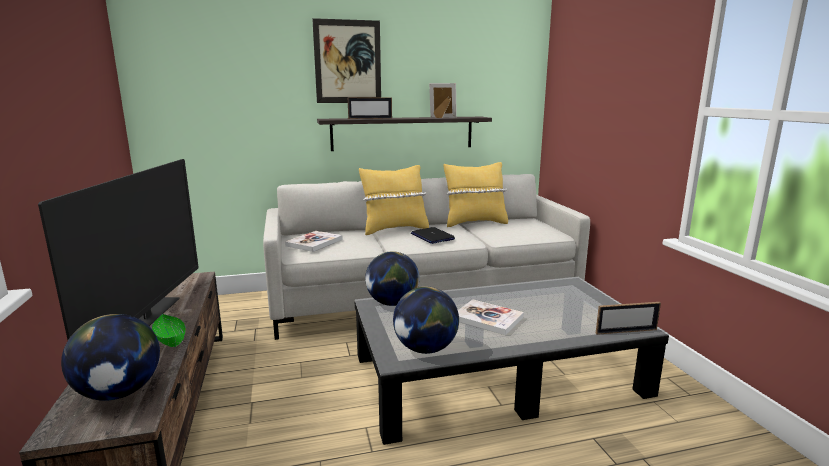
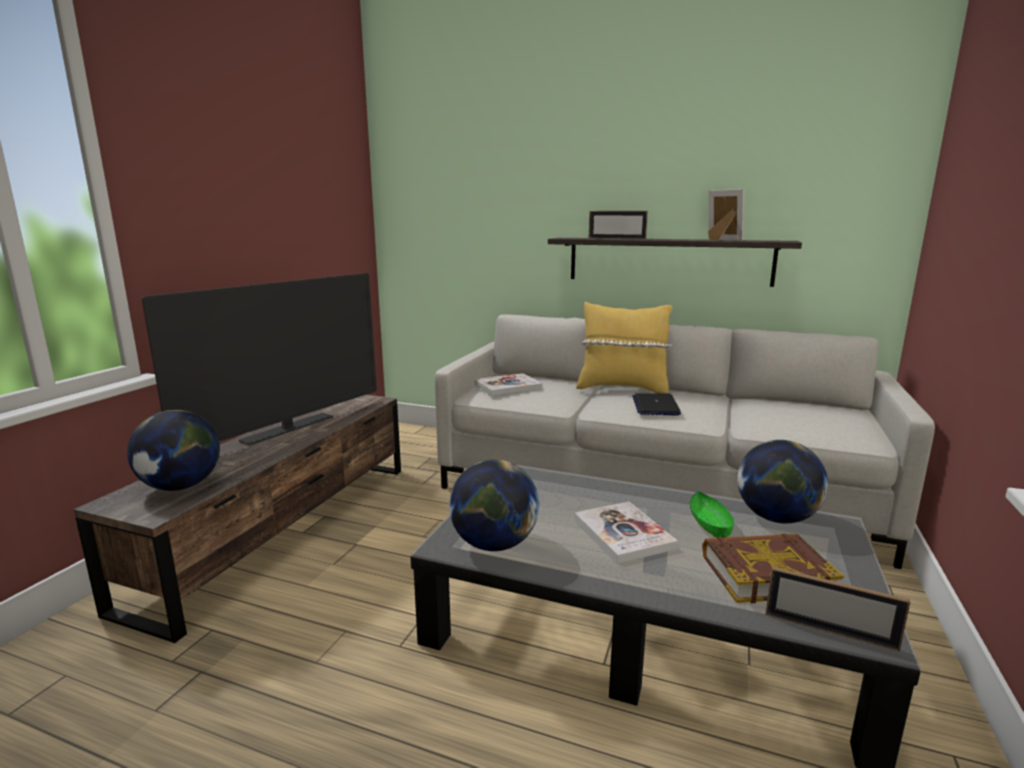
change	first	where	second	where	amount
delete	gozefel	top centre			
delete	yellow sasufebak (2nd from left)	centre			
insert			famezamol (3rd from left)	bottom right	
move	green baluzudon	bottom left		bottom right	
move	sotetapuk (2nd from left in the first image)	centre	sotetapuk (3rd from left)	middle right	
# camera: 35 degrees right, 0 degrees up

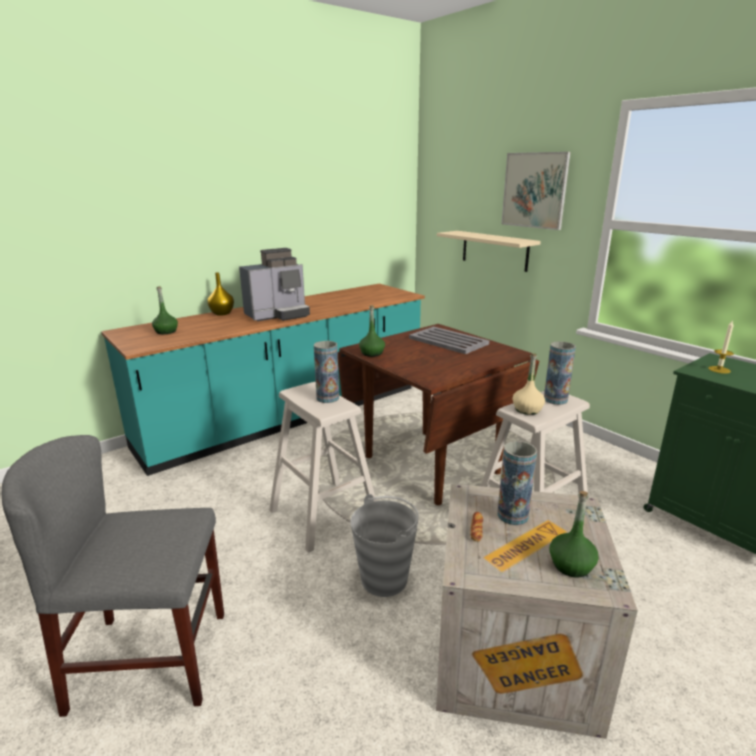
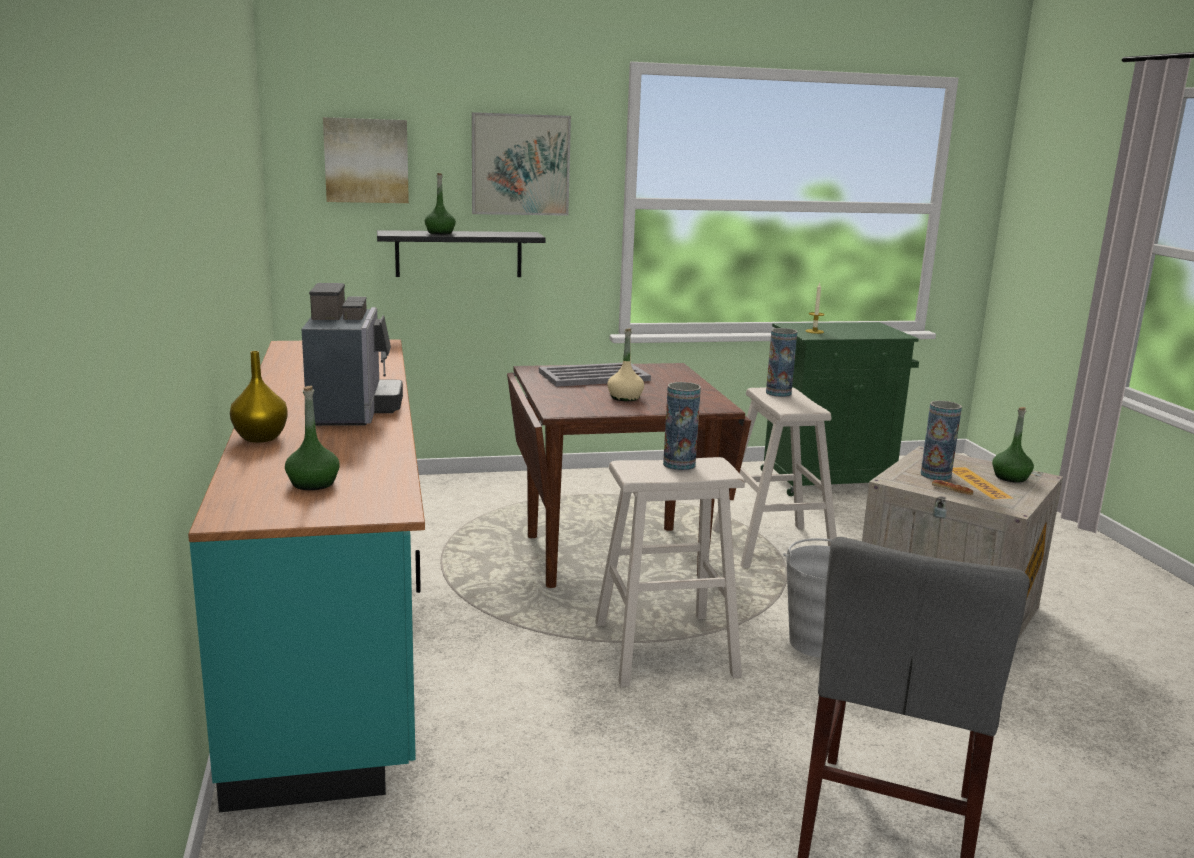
change	first	where	second	where	amount
insert			gozefel (1st from left)	top left	
move	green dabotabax (2nd from left)	centre		top centre	
move	beige dabotabax	middle right		centre	
recolor	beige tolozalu	top centre	black tolozalu	top centre	
# camera: 65 degrees left, 5 degrees down

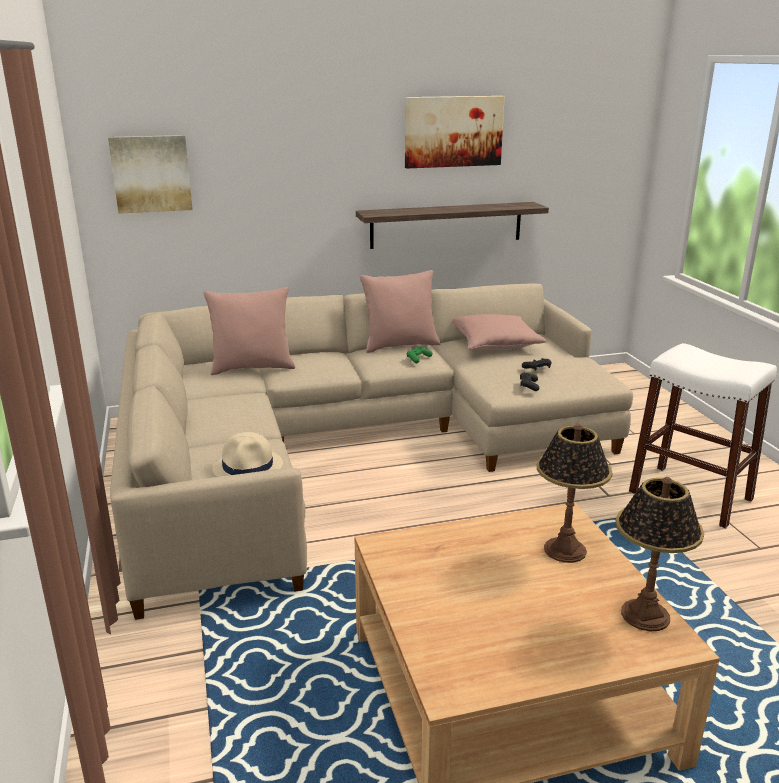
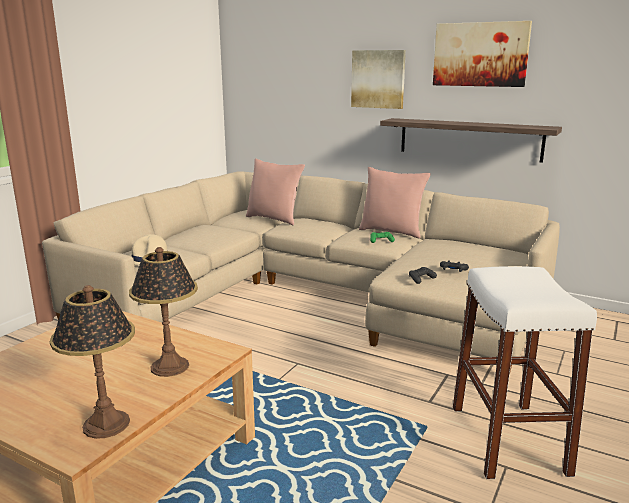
change	first	where	second	where	amount
delete	pink sasufebak (3rd from left)	centre			
move	gozefel (1st from left)	top left		top centre	
# camera: 45 degrees right, 5 degrees down

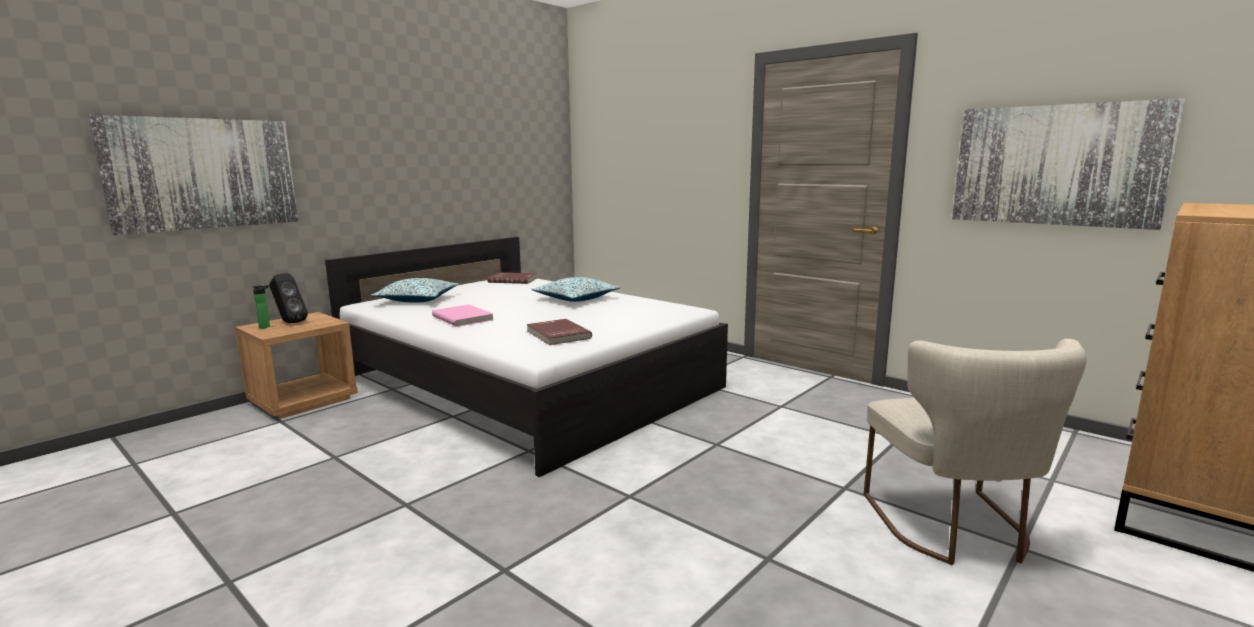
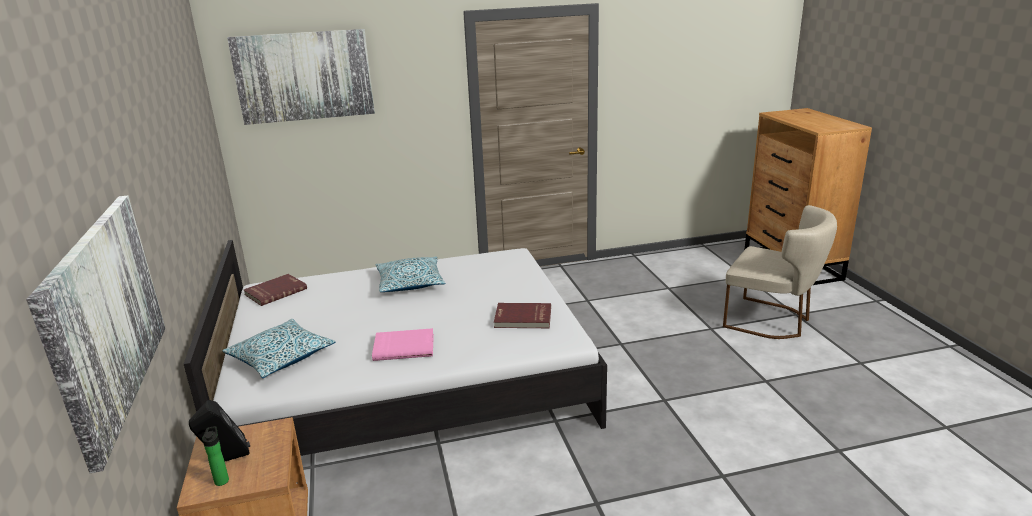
change	first	where	second	where	amount
move	gozefel (2nd from left)	top right		top left	
# camera: 55 degrees left, 10 degrees up

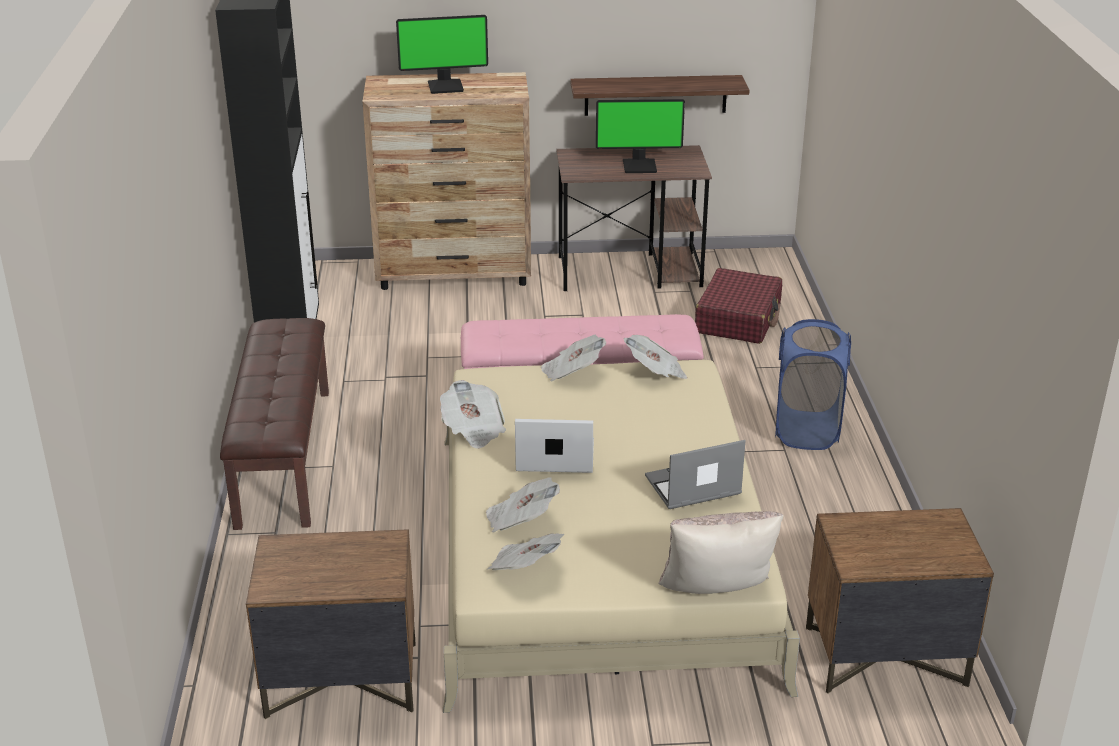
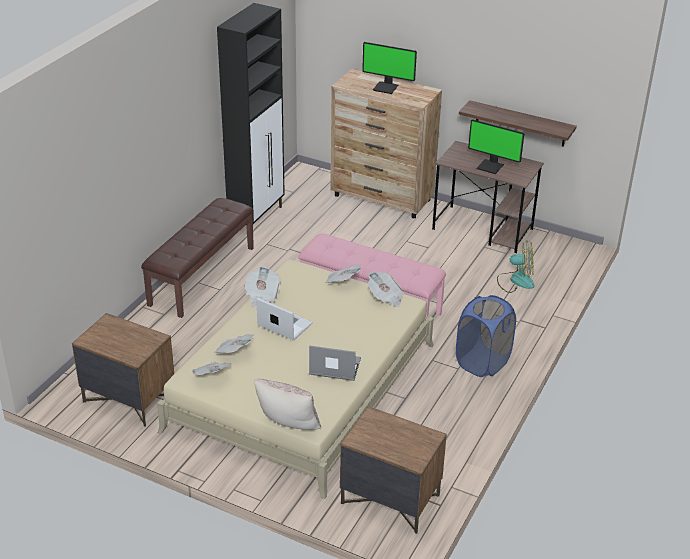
change	first	where	second	where	amount
replace	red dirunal	centre	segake	middle right	
# camera: 30 degrees right, 5 degrees up

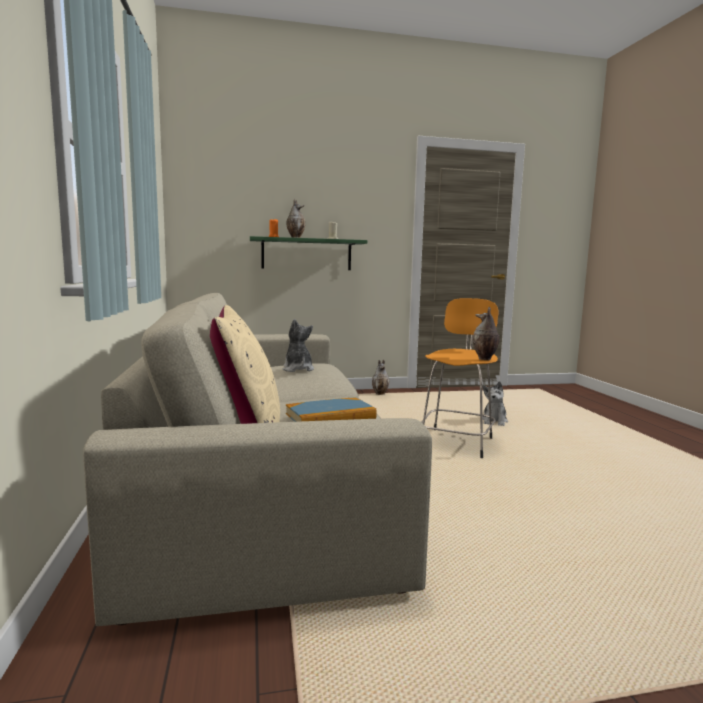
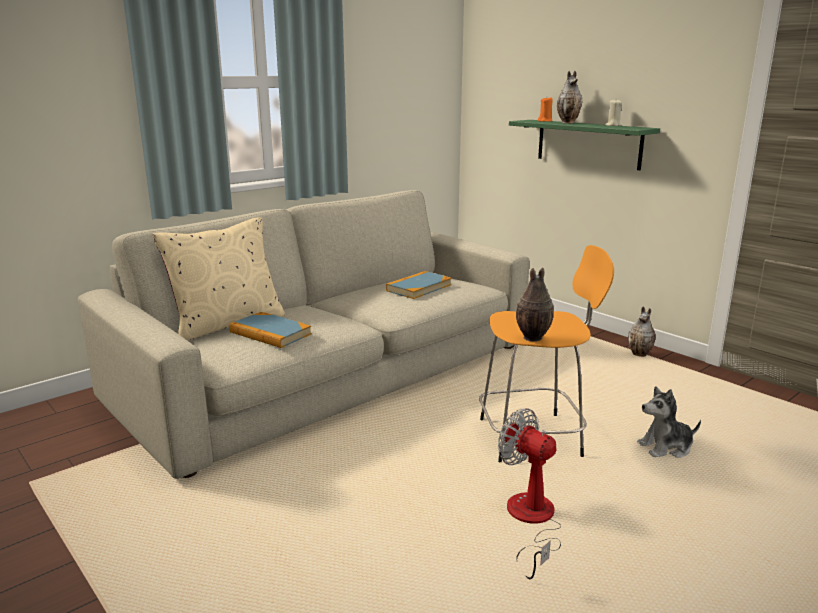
change	first	where	second	where	amount
insert			segake	bottom centre	
replace	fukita (1st from left)	centre	famezamol (2nd from left)	centre	
# camera: 60 degrees right, 10 degrees up

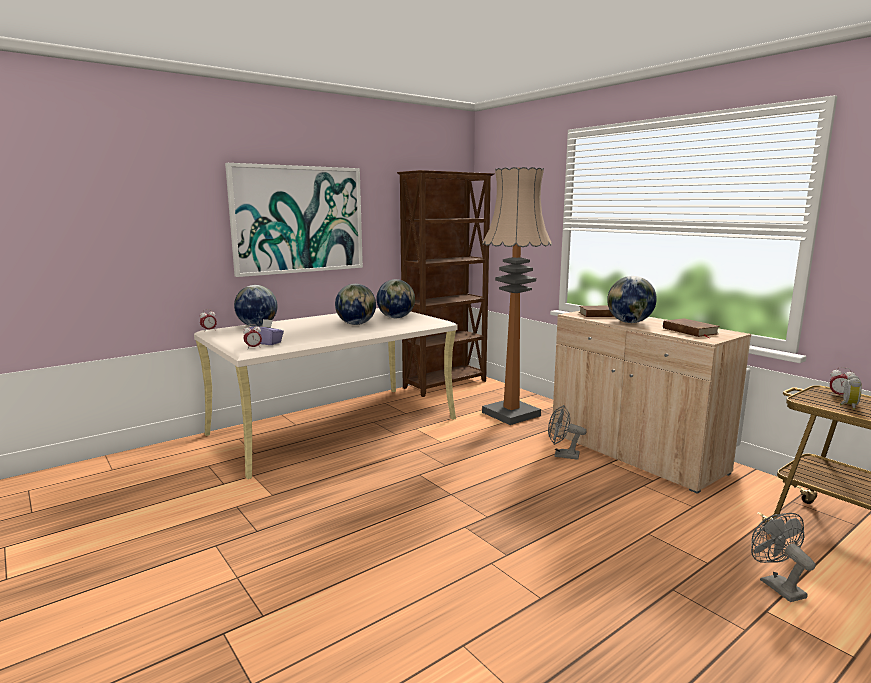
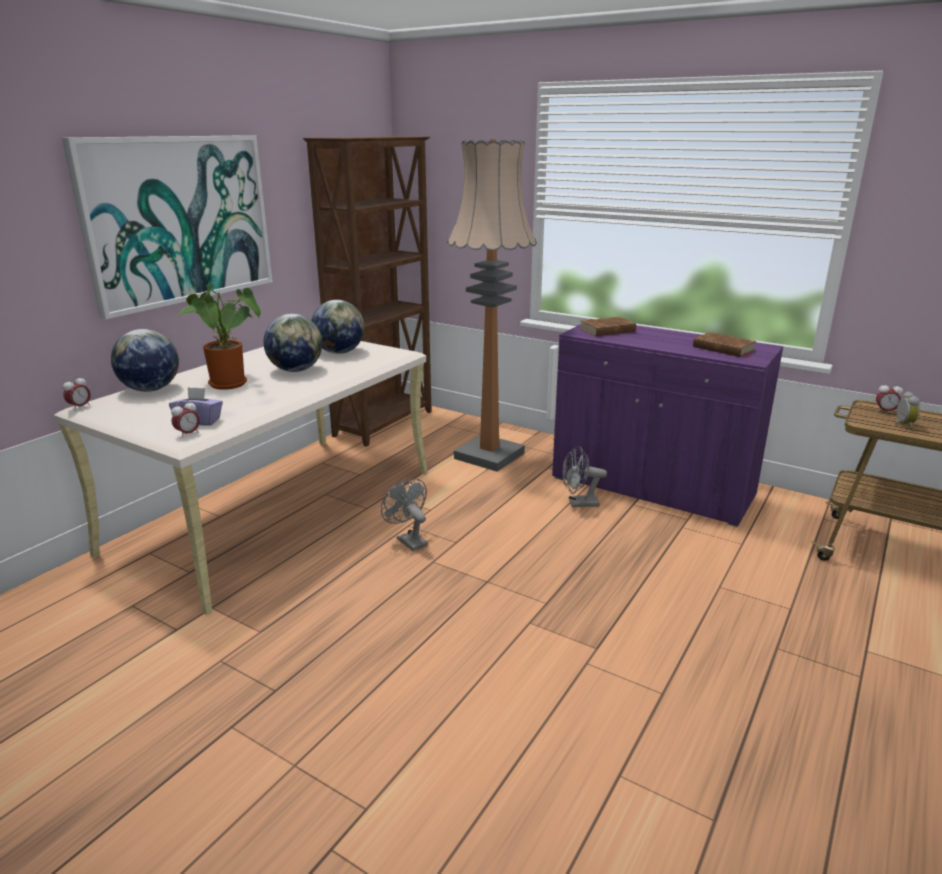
change	first	where	second	where	amount
delete	sotetapuk (4th from left)	middle right			
insert			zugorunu	middle left	
move	grey segake (2nd from left in the first image)	bottom right	grey segake (1st from left)	centre	
recolor	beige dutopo	middle right	purple dutopo	middle right	
# camera: 20 degrees left, 10 degrees up

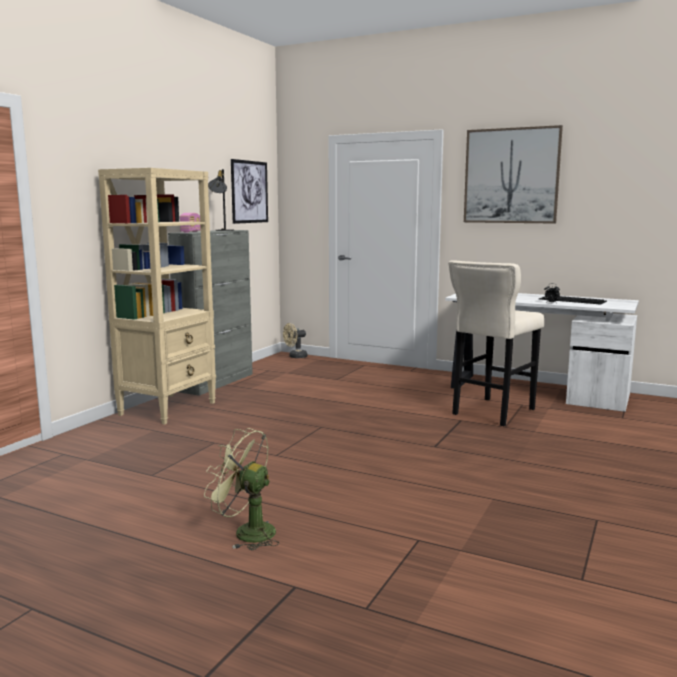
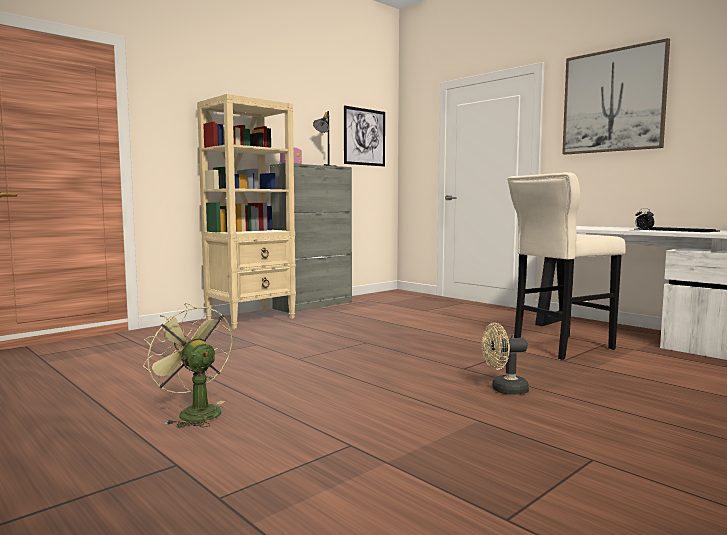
change	first	where	second	where	amount
move	beige segake	centre		bottom right	
# camera: 20 degrees right, 5 degrees down

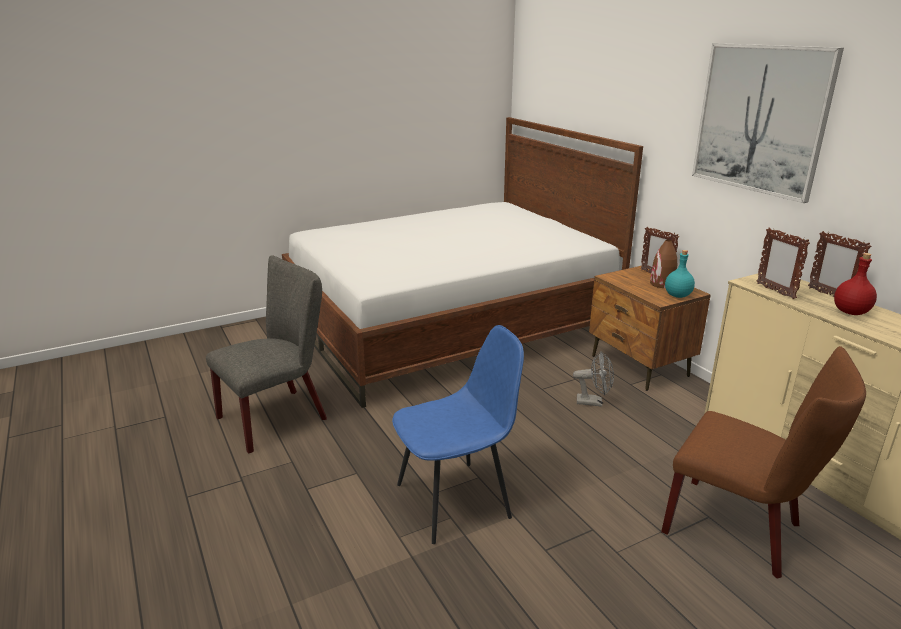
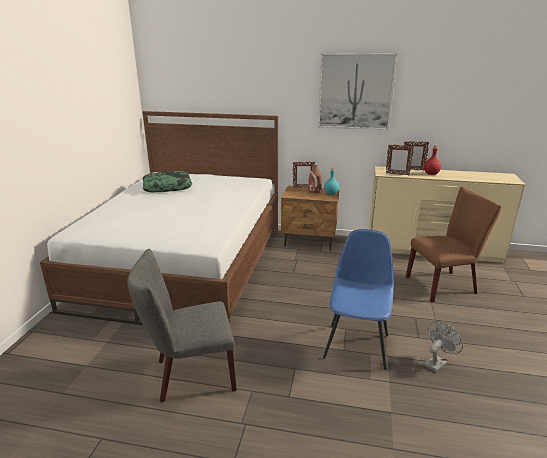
change	first	where	second	where	amount
insert			sasufebak	middle left	
move	grey segake	centre		bottom right	
rotate	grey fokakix	middle left		bottom left	105 degrees counterclockwise
# camera: 50 degrees left, 0 degrees up

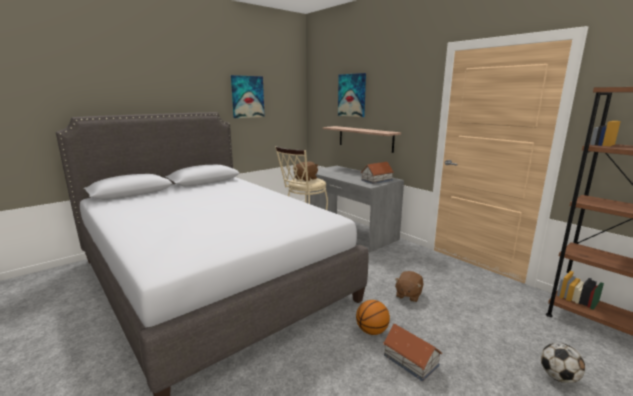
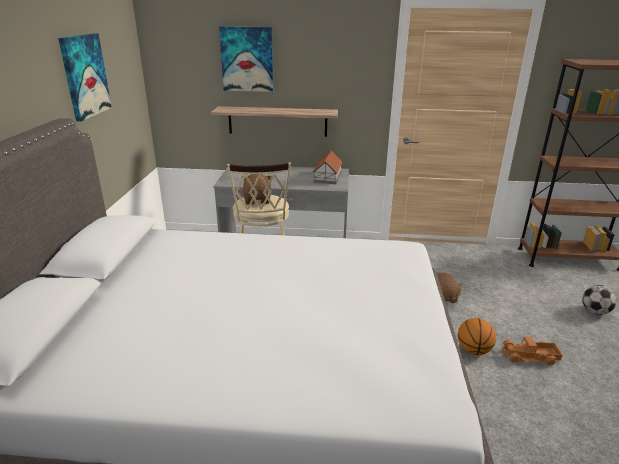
change	first	where	second	where	amount
replace	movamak (2nd from left)	bottom centre	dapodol	bottom right	
# camera: 45 degrees left, 10 degrees up

